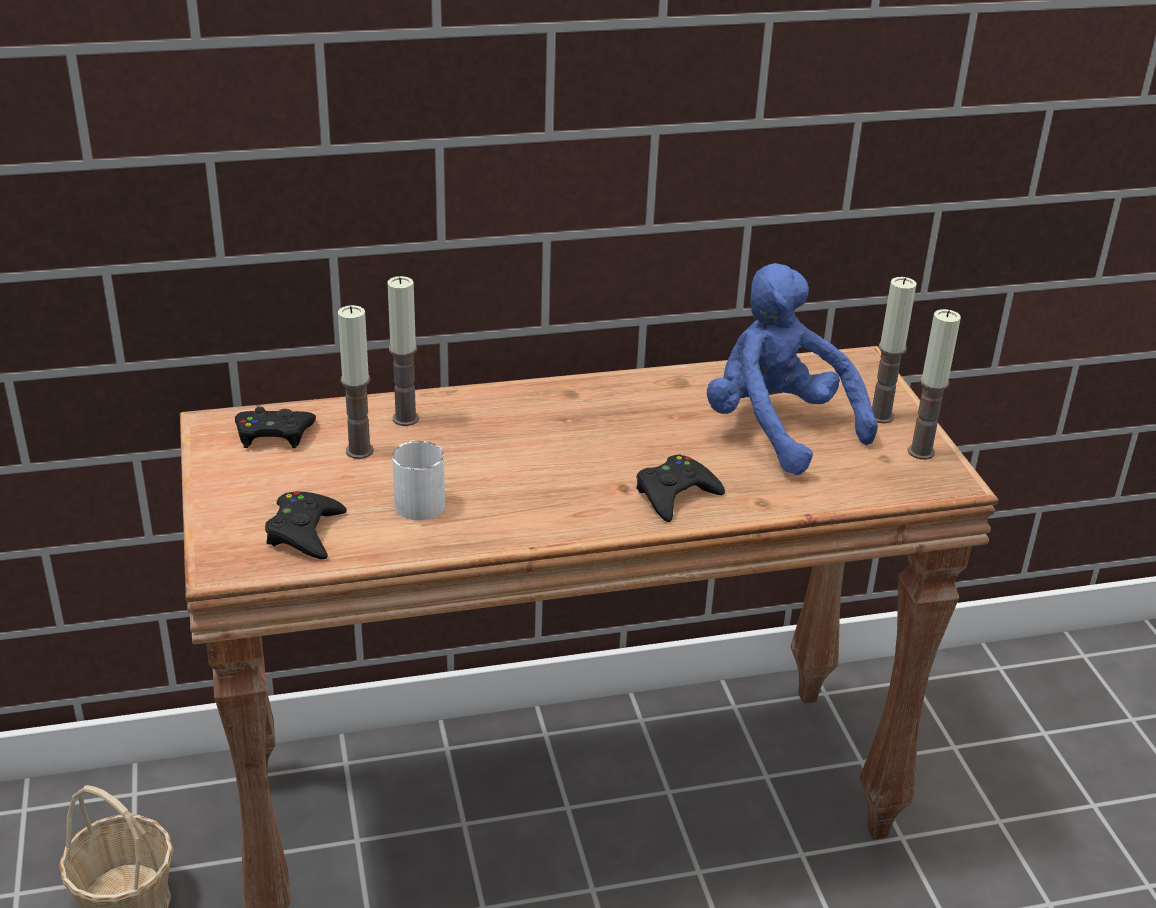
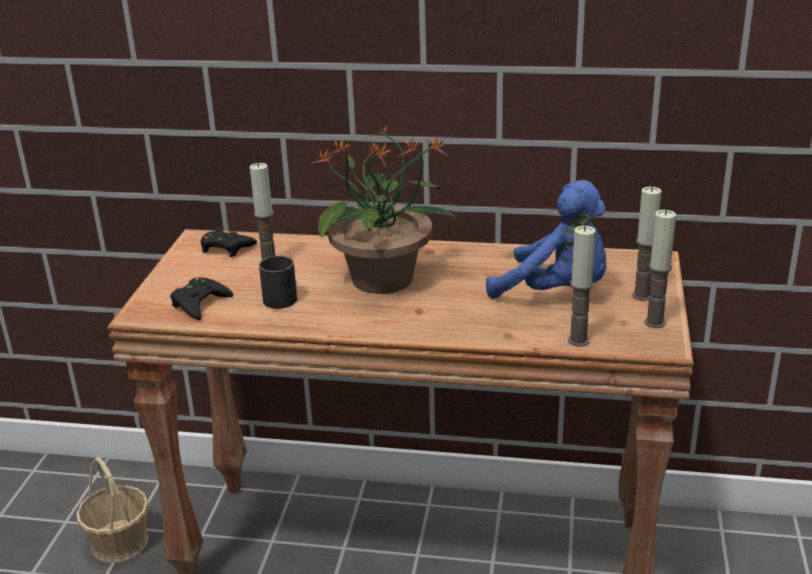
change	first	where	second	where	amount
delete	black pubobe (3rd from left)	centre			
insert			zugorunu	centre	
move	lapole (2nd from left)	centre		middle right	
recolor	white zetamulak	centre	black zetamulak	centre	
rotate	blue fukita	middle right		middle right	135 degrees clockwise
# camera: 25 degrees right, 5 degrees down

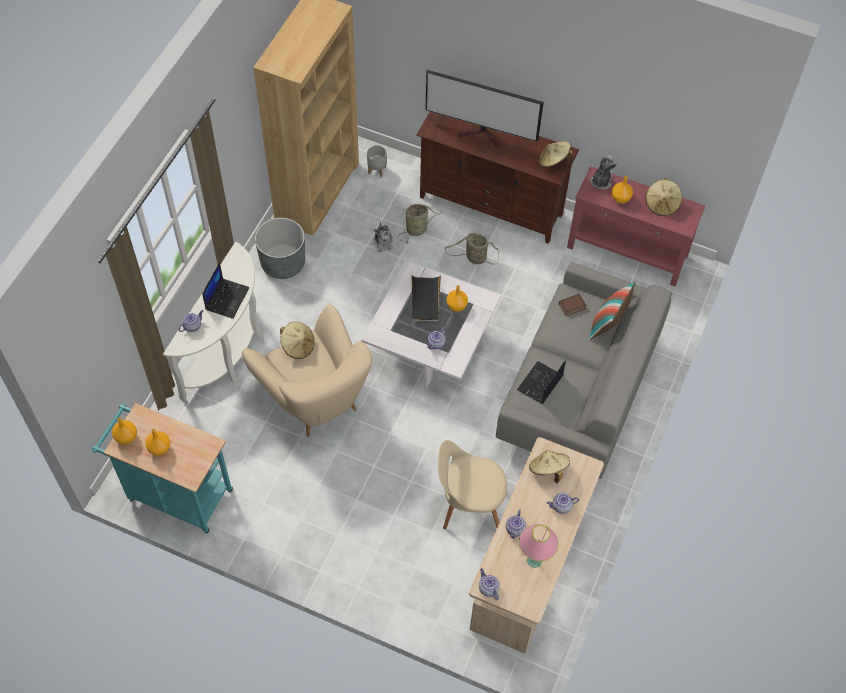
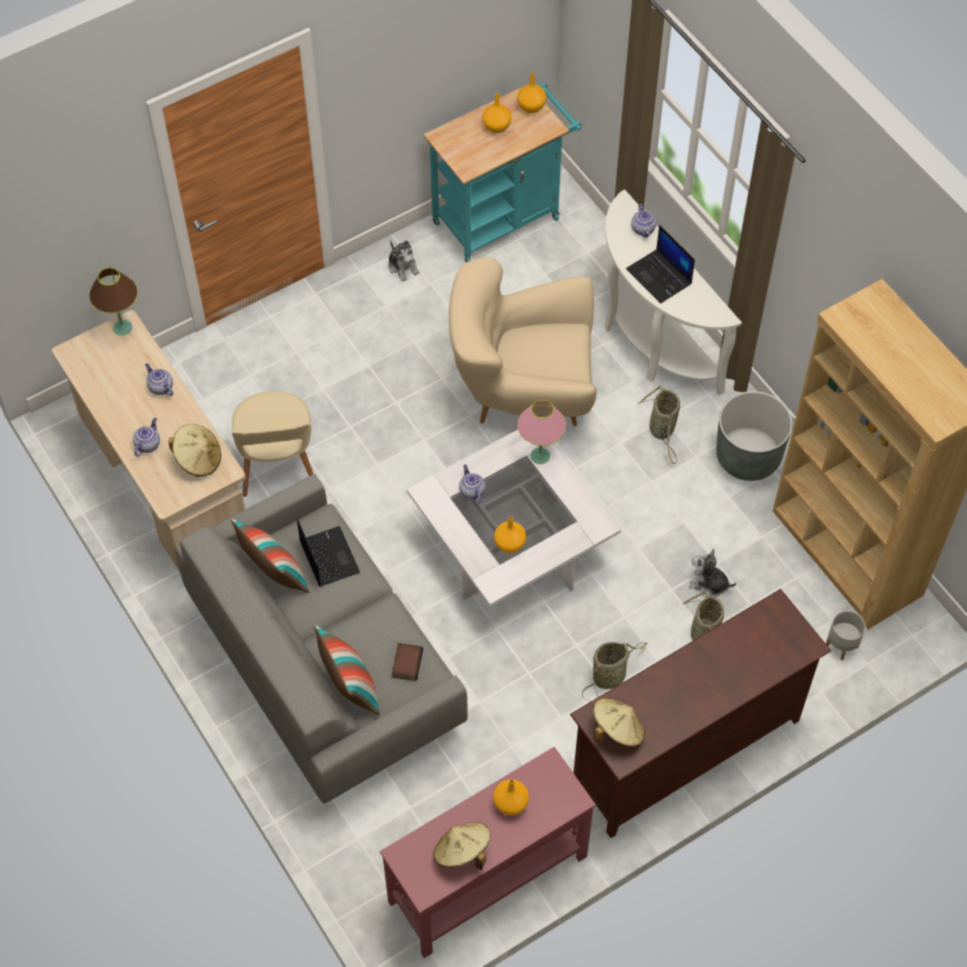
change	first	where	second	where	amount
delete	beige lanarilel (1st from left)	centre			
delete	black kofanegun	centre			
delete	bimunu	top centre			
insert			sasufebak (1st from left)	middle left	
insert			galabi (2nd from left)	middle right	
move	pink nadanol	bottom centre		centre	
move	fukita (2nd from left in the first image)	top right	fukita (1st from left)	top centre	
replace	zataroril (3rd from left)	bottom centre	brown nadanol	top left	
rotate	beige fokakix	bottom centre		middle left	135 degrees clockwise
# camera: 125 degrees right, 0 degrees up

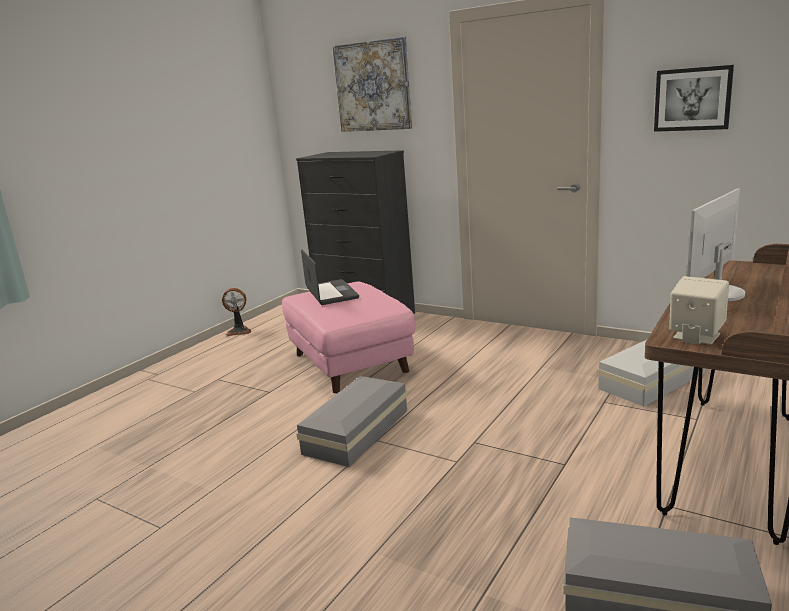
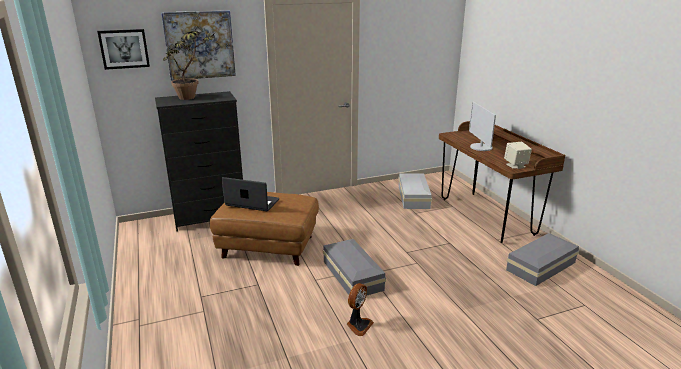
change	first	where	second	where	amount
insert			zugorunu	top left	
move	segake	middle left		bottom centre	
move	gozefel (2nd from left in the first image)	top right	gozefel (1st from left)	top left	
recolor	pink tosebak	centre	brown tosebak	centre	
# camera: 55 degrees left, 5 degrees up

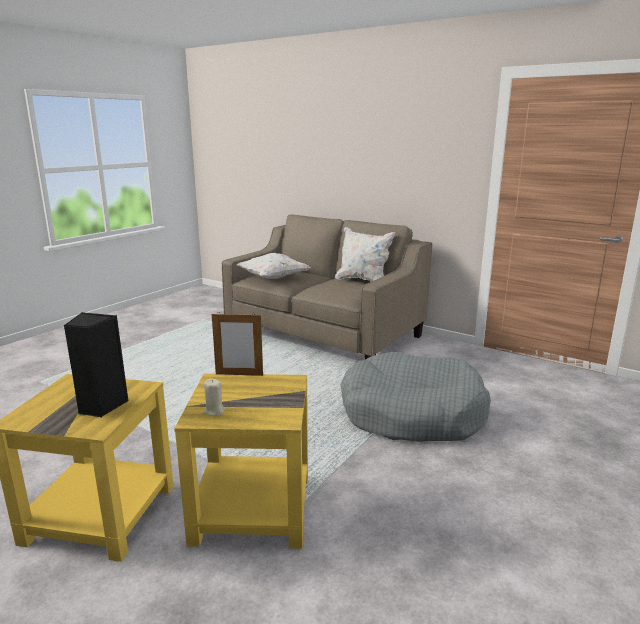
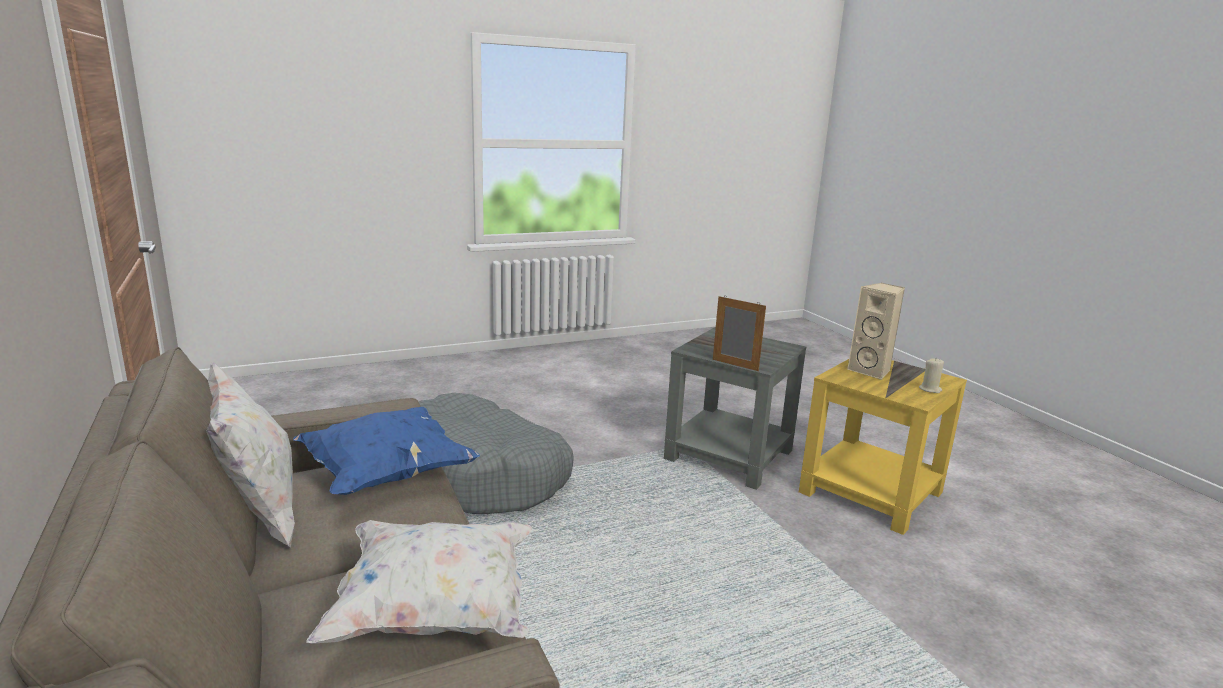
change	first	where	second	where	amount
insert			blue sasufebak	middle left	
move	beige lapole	middle left		middle right	
recolor	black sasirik	middle left	beige sasirik	middle right	
recolor	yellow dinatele (2nd from left)	bottom centre	grey dinatele	centre	
# camera: 150 degrees left, 0 degrees up

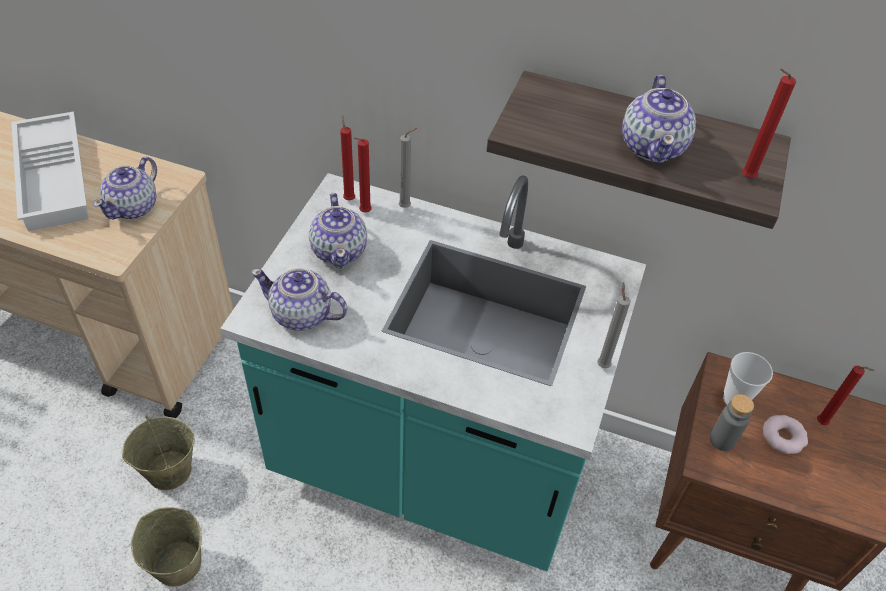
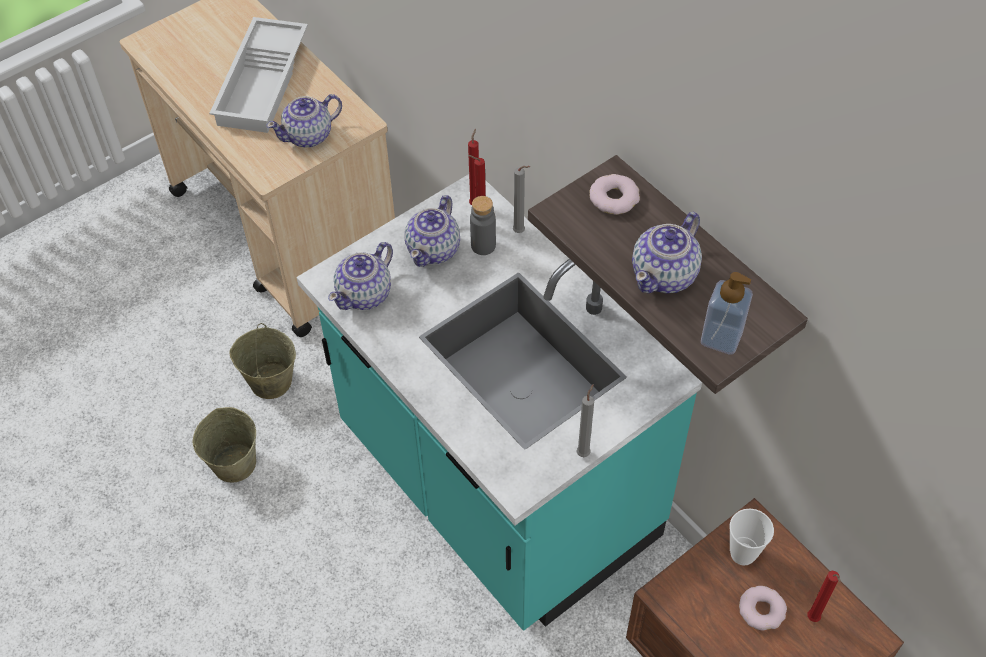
change	first	where	second	where	amount
insert			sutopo (1st from left)	top centre	
move	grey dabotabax	bottom right		centre	
replace	red lapole (3rd from left)	top right	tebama	middle right	
rotate	zataroril (2nd from left)	centre		centre	105 degrees counterclockwise
# camera: 35 degrees right, 5 degrees up

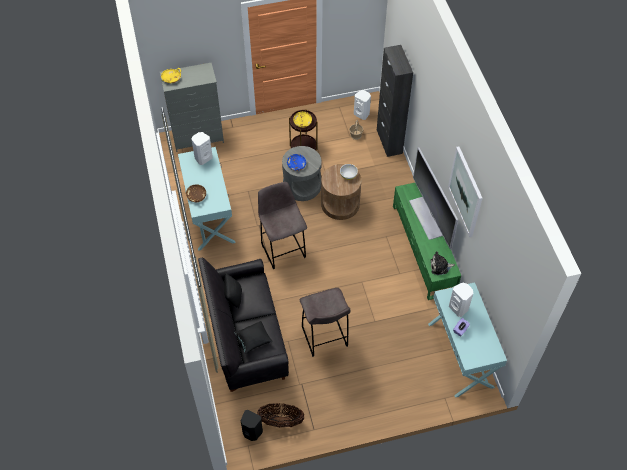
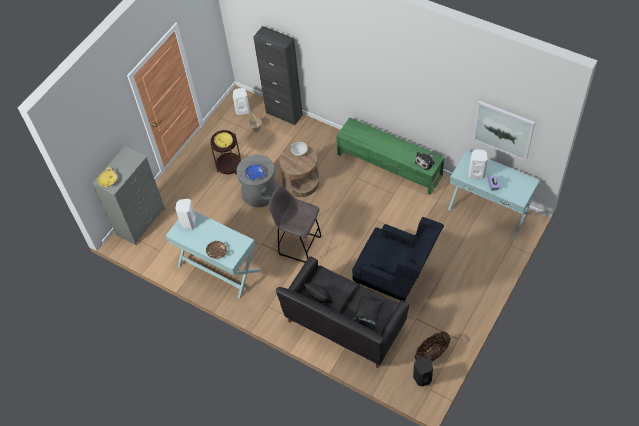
change	first	where	second	where	amount
delete	bimunu	middle right			
move	gozefel	middle right		top right	
replace	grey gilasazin (2nd from left)	bottom centre	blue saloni	centre	
# camera: 40 degrees left, 0 degrees up

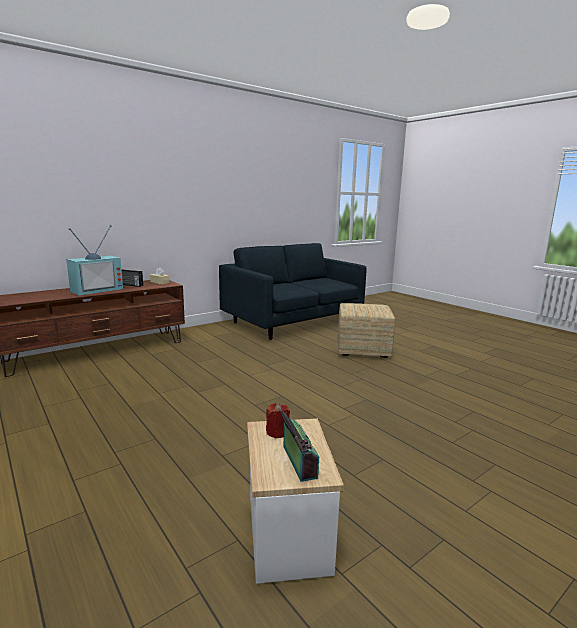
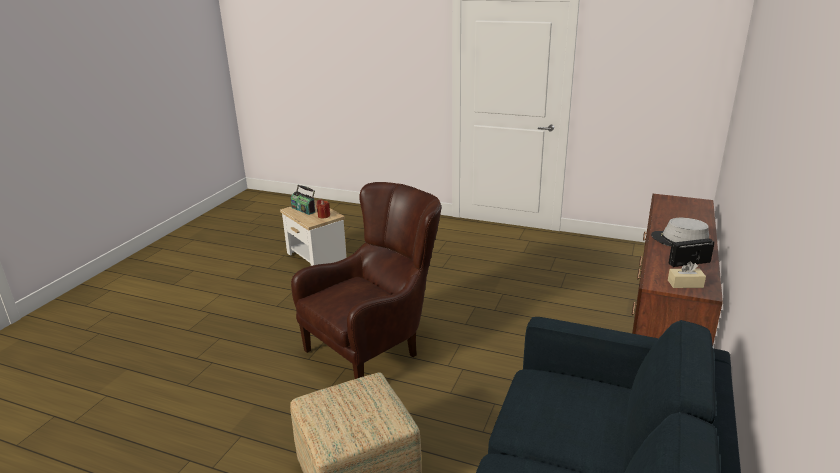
change	first	where	second	where	amount
insert			brown saloni	centre	
replace	bimunu	middle left	grey lanarilel	middle right	
# camera: 150 degrees right, 10 degrees up

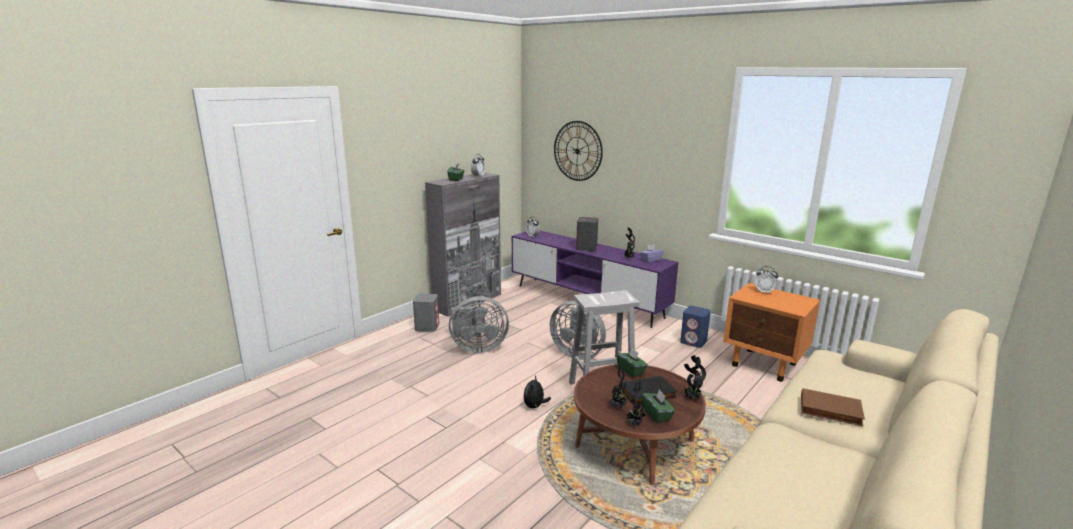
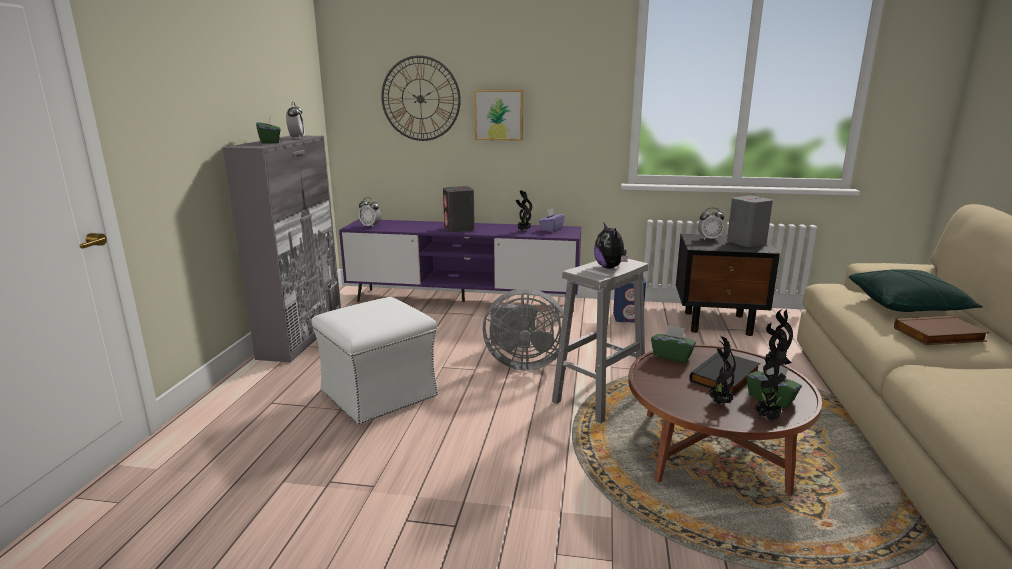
change	first	where	second	where	amount
insert			gozefel	top centre	
insert			green sasufebak	middle right	
move	grey sasirik (1st from left in the first image)	centre	grey sasirik (2nd from left)	middle right	
move	fukita	bottom centre		centre	
replace	grey segake (1st from left)	centre	white tosebak	centre	
recolor	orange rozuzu	middle right	black rozuzu	middle right	
# camera: 30 degrees left, 0 degrees up

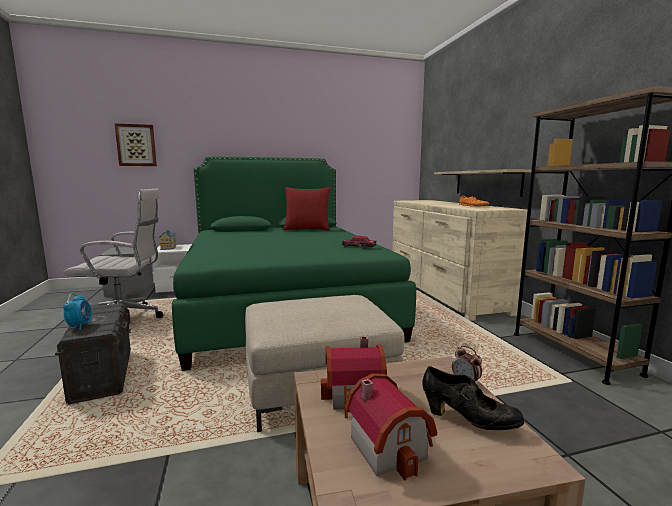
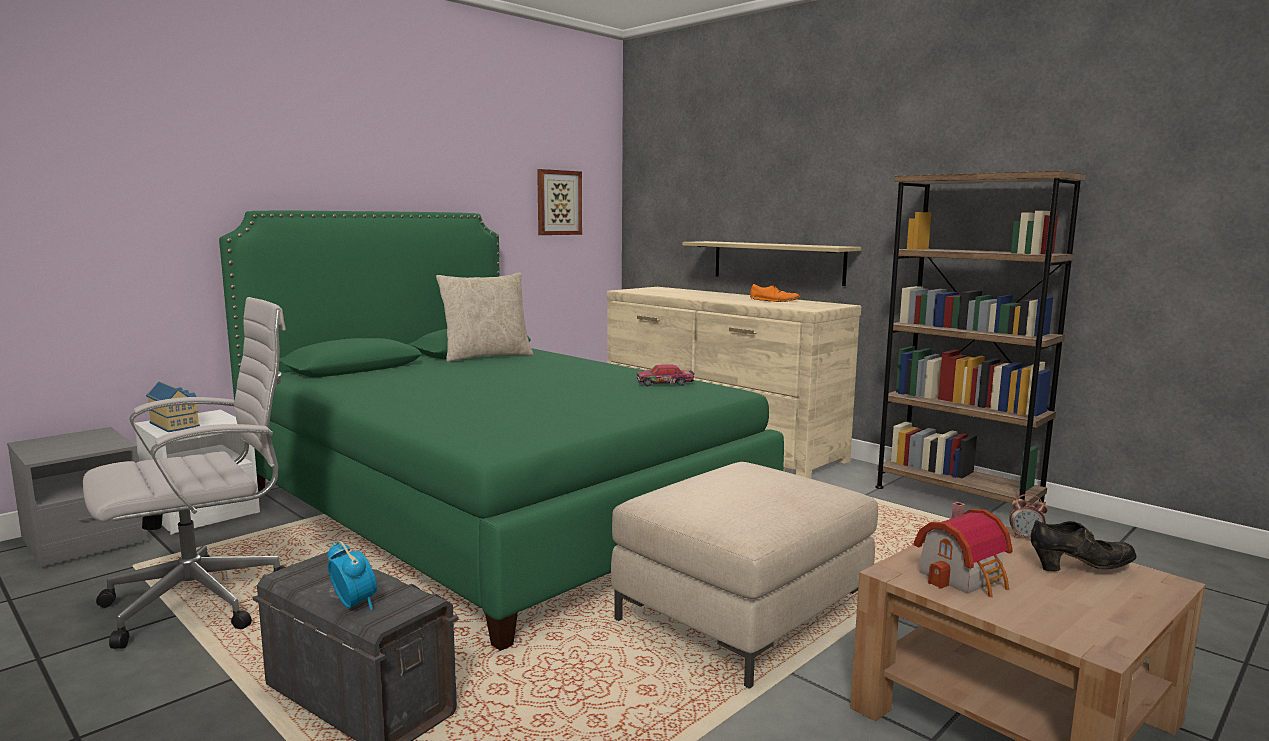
change	first	where	second	where	amount
delete	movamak (3rd from left)	bottom centre			
move	gozefel	top left		top centre	
recolor	red sasufebak	centre	beige sasufebak	centre	
# camera: 30 degrees left, 0 degrees up

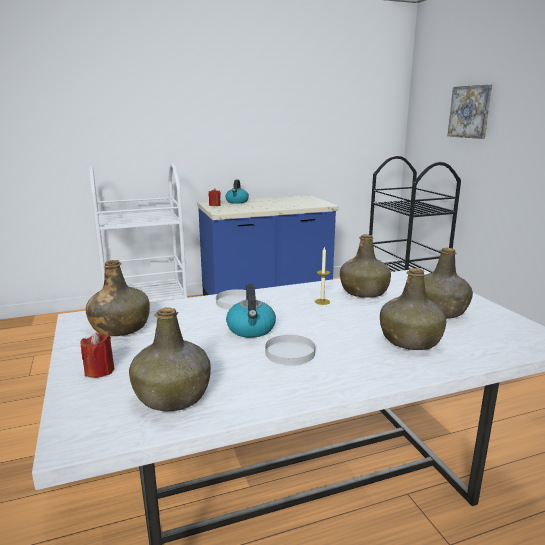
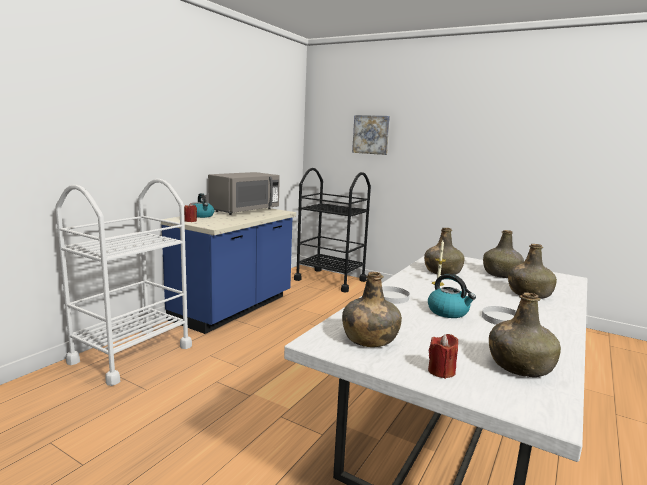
change	first	where	second	where	amount
insert			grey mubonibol	centre	
# camera: 40 degrees left, 5 degrees down

